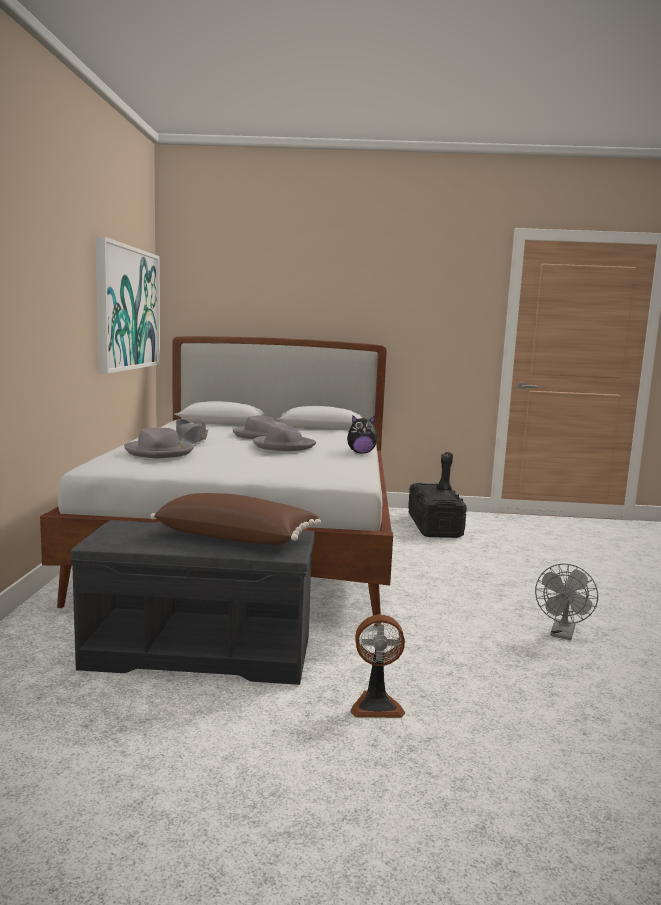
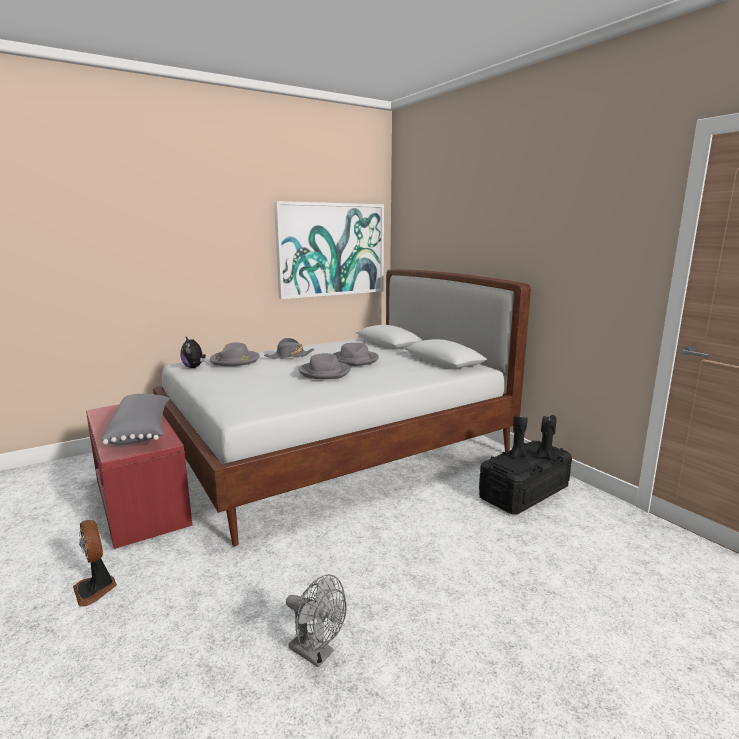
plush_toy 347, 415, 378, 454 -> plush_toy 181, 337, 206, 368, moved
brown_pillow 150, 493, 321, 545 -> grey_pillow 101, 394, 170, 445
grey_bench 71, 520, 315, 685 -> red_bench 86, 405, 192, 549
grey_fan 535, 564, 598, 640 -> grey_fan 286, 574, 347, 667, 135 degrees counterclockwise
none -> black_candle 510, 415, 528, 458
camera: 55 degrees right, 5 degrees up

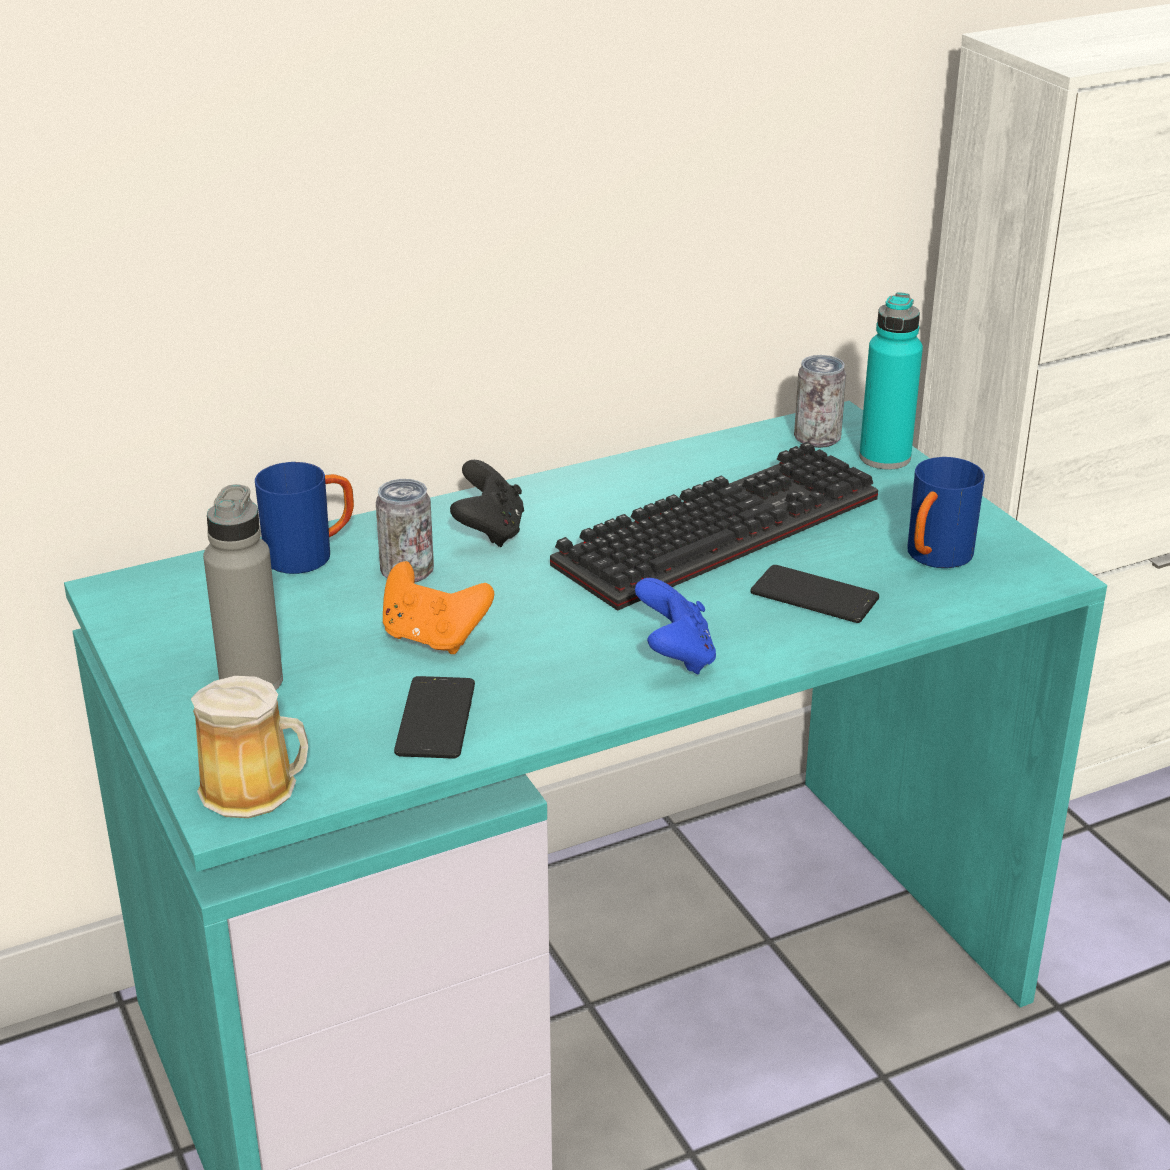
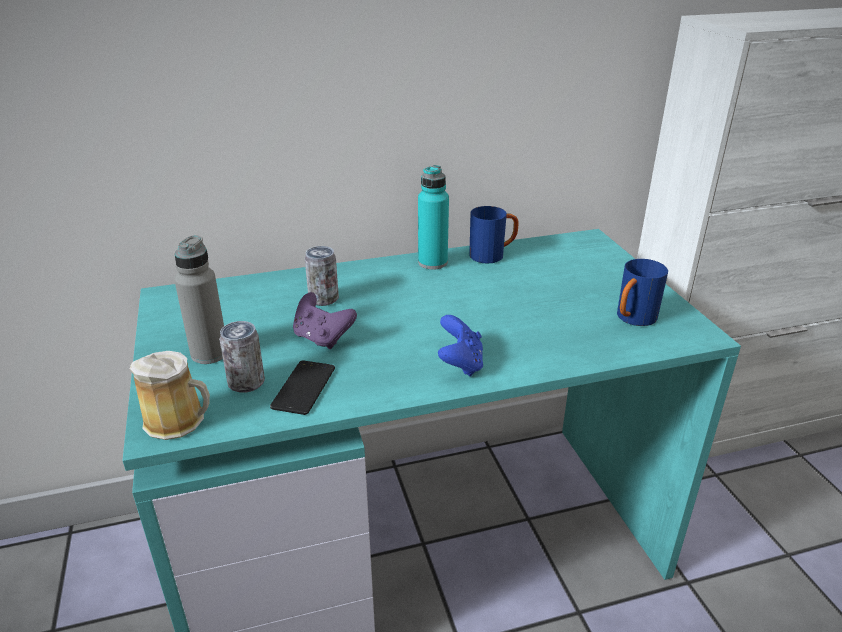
turquoise_bottle 859, 292, 923, 470 -> turquoise_bottle 418, 165, 449, 270, moved
can 794, 355, 846, 448 -> can 219, 321, 265, 393, moved
keyboard 550, 442, 878, 611 -> none
black_game_controller 450, 460, 524, 547 -> none
blue_mug 255, 462, 354, 574 -> blue_mug 469, 206, 519, 264, moved
orange_game_controller 383, 561, 494, 654 -> purple_game_controller 293, 292, 357, 349
phone 751, 565, 879, 623 -> none
camera: 10 degrees right, 0 degrees up

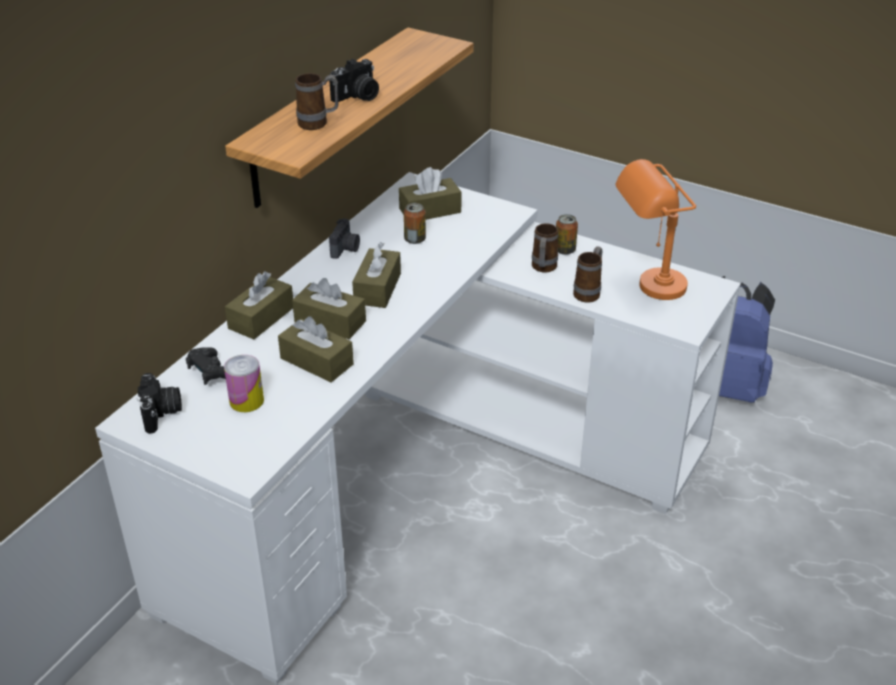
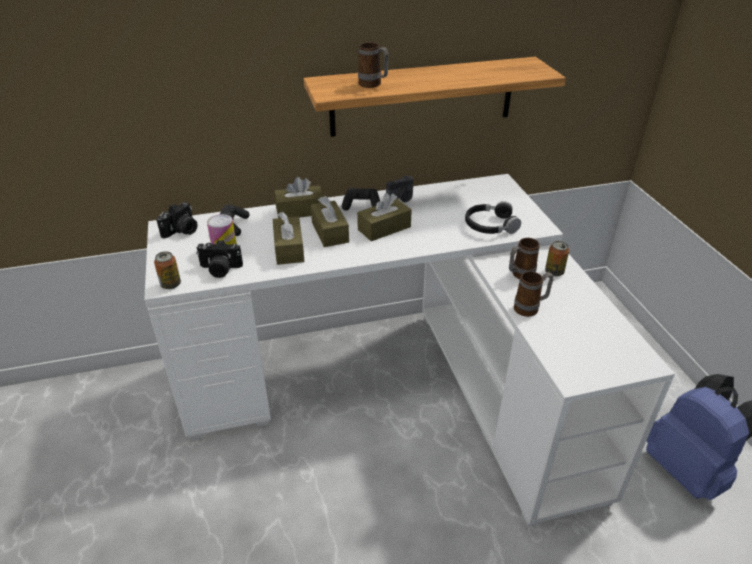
photo_camera 329, 59, 379, 102 -> photo_camera 196, 240, 243, 278, moved
orange_table_lamp 615, 159, 696, 300 -> none
brown_tissue_box 399, 167, 461, 220 -> none
can 404, 203, 426, 244 -> can 154, 251, 181, 289, moved
none -> black_game_controller 342, 188, 380, 211
none -> black_headphones 465, 201, 521, 234
camera: 45 degrees right, 0 degrees up

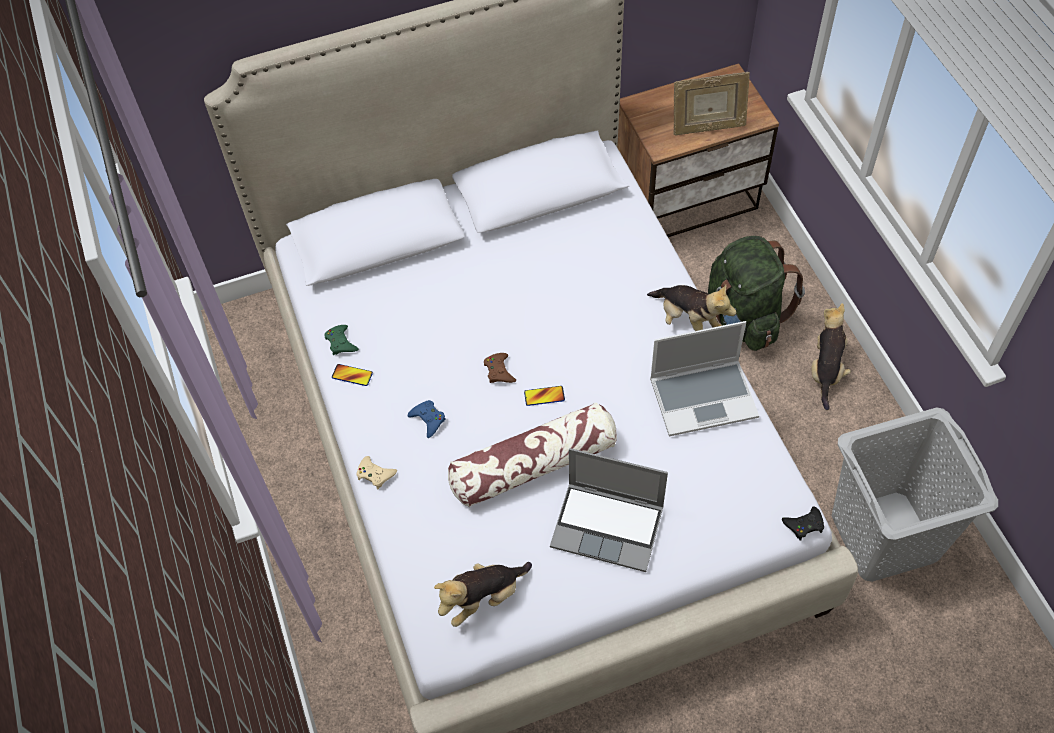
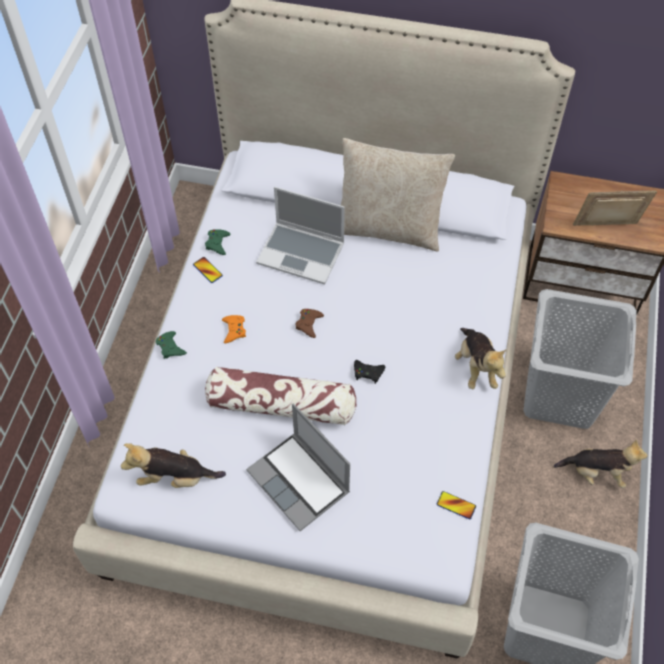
picture_frame 673, 72, 750, 135 -> picture_frame 573, 190, 657, 226, 150 degrees clockwise
green_backpack 708, 236, 805, 351 -> grey_laundry_basket 523, 289, 637, 429
plush_toy 811, 303, 851, 410 -> plush_toy 554, 439, 648, 488, 60 degrees clockwise
laptop 650, 321, 759, 436 -> laptop 256, 187, 345, 285, moved
phone 524, 386, 565, 406 -> phone 437, 491, 476, 519, moved
blue_game_controller 407, 400, 446, 438 -> orange_game_controller 222, 315, 246, 343
beige_game_controller 357, 456, 397, 489 -> green_game_controller 156, 331, 187, 359
black_game_controller 782, 507, 824, 541 -> black_game_controller 354, 360, 386, 384, moved
none -> beige_pillow 341, 138, 455, 251
camera: 30 degrees right, 0 degrees up

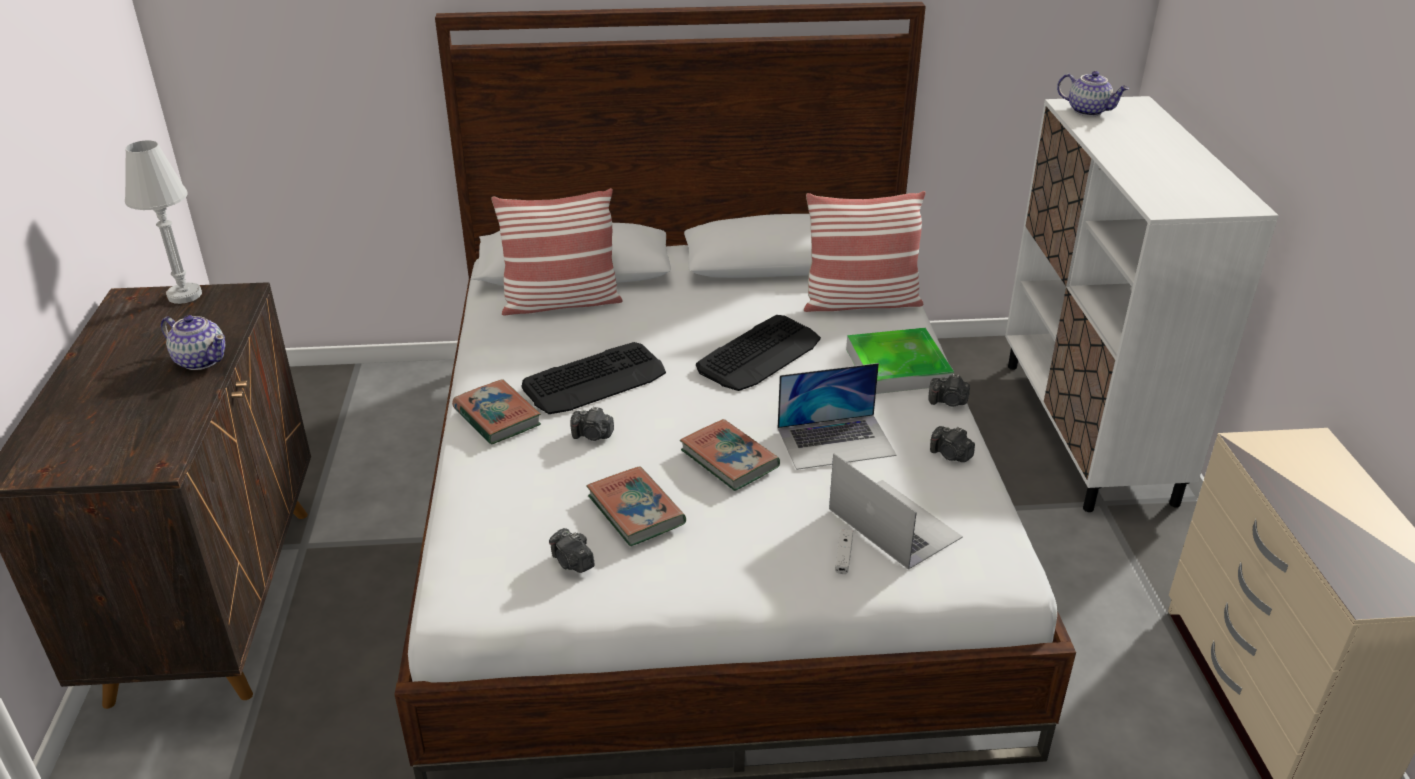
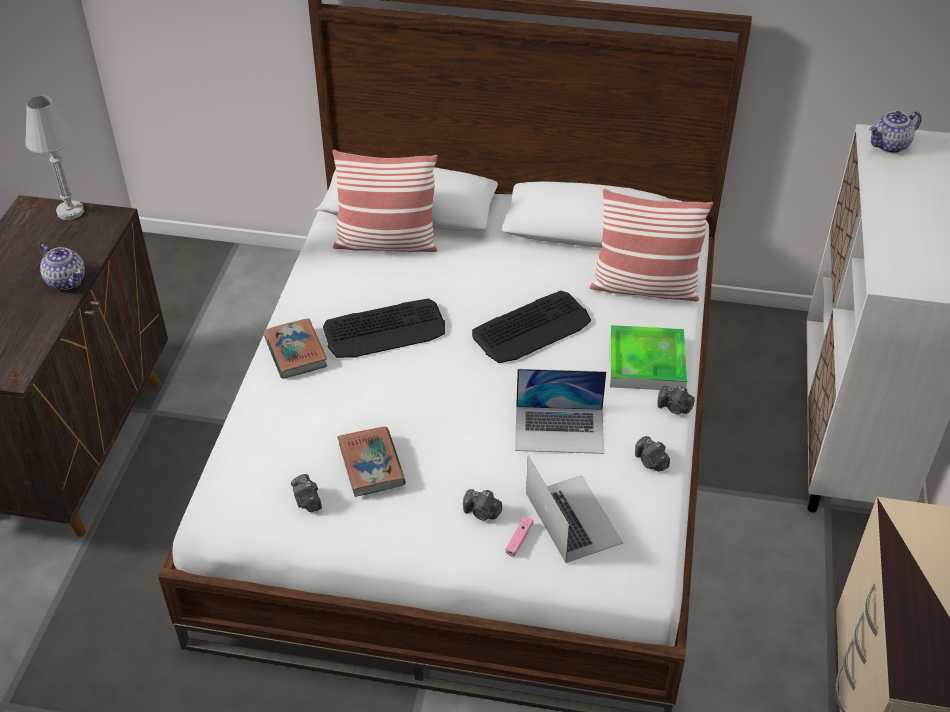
teapot 1057, 71, 1129, 116 -> teapot 869, 111, 921, 153, 105 degrees clockwise
photo_camera 570, 407, 614, 441 -> photo_camera 463, 489, 502, 521, moved
book 680, 419, 780, 491 -> none
white_game_controller 835, 529, 853, 574 -> pink_game_controller 505, 517, 533, 557
camera: 15 degrees right, 10 degrees up

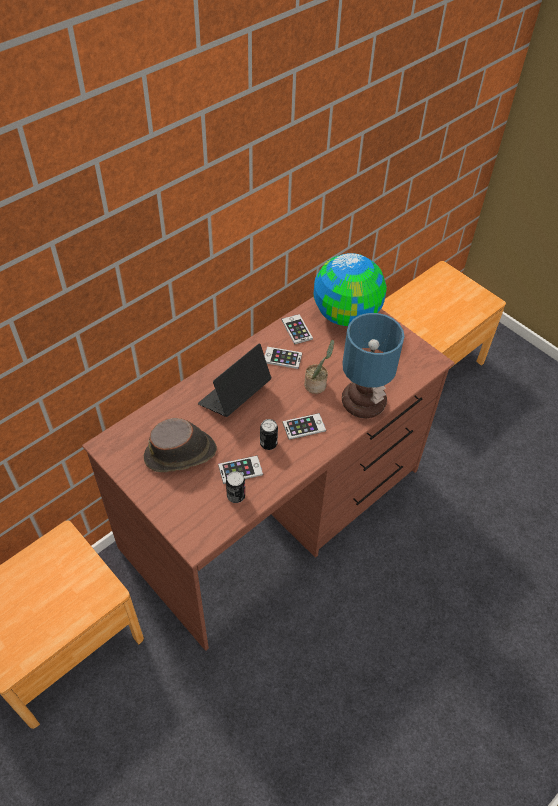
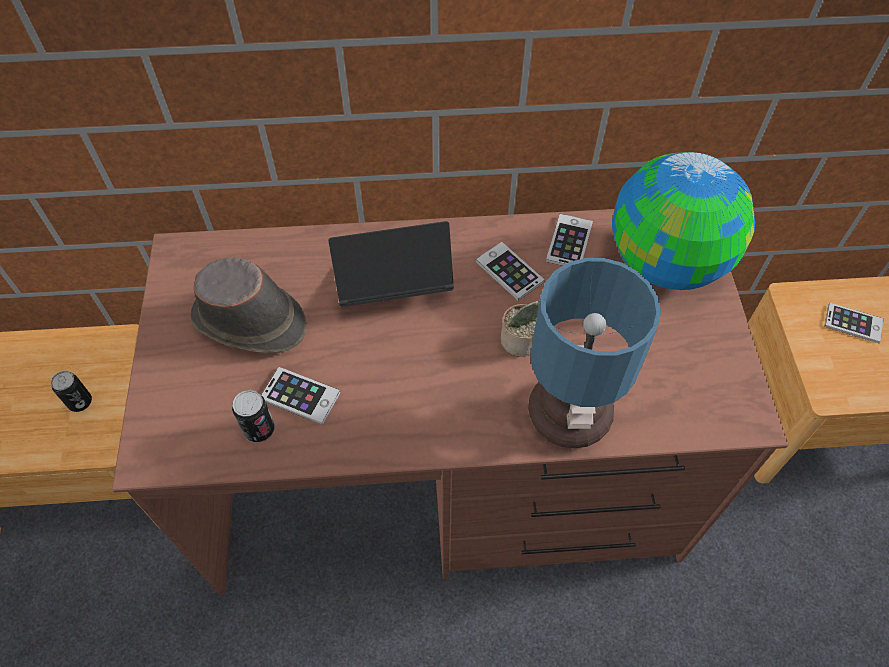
phone 282, 413, 326, 440 -> phone 824, 303, 884, 343, moved
can 260, 419, 278, 450 -> can 51, 371, 92, 412, moved
camera: 40 degrees right, 5 degrees up

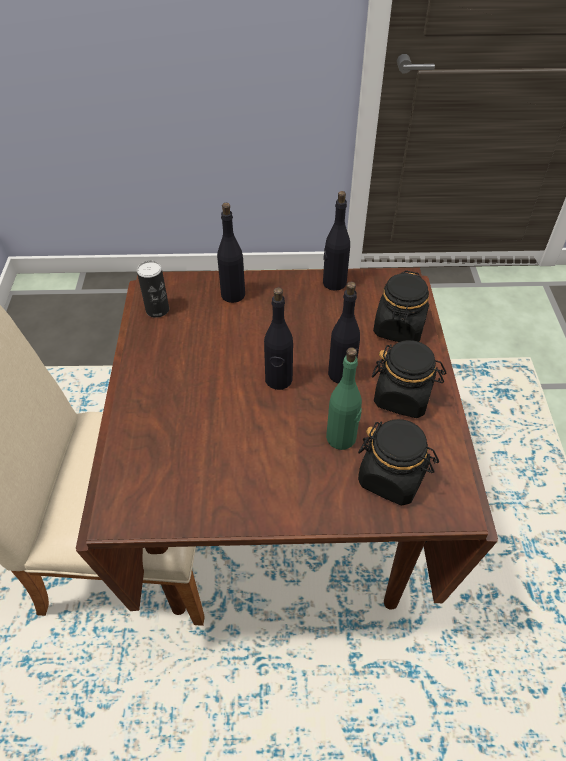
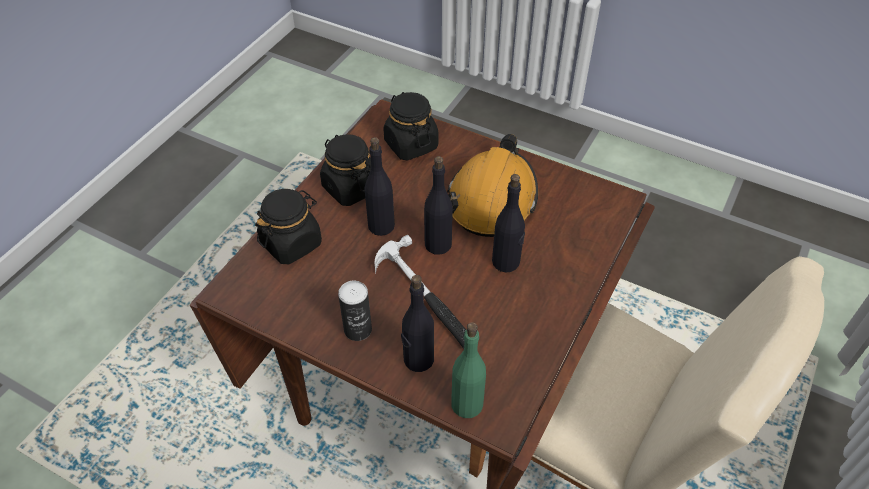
black_bottle 323, 191, 350, 291 -> black_bottle 492, 174, 525, 273, moved
can 137, 261, 169, 318 -> can 338, 280, 372, 341, moved
green_bottle 326, 347, 362, 450 -> green_bottle 451, 322, 486, 418, moved
none -> orange_hard_hat 447, 134, 538, 237
none -> hammer 375, 235, 466, 349
camera: 150 degrees left, 0 degrees up

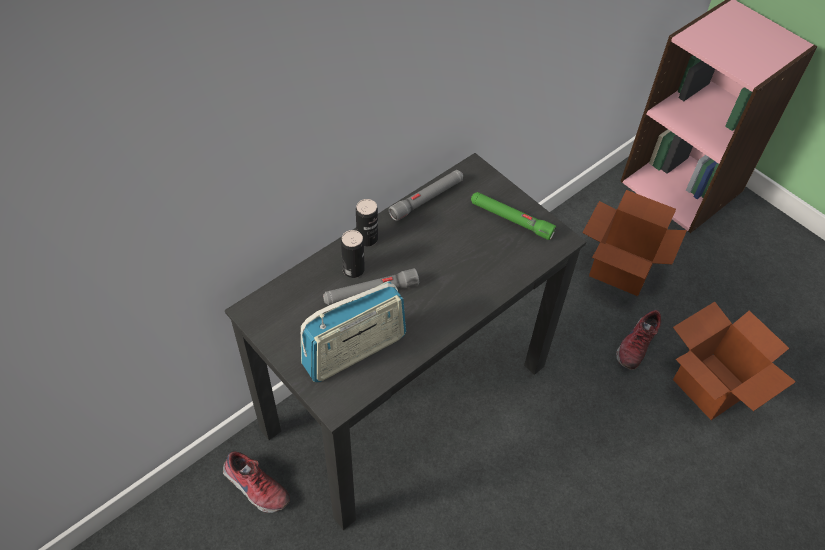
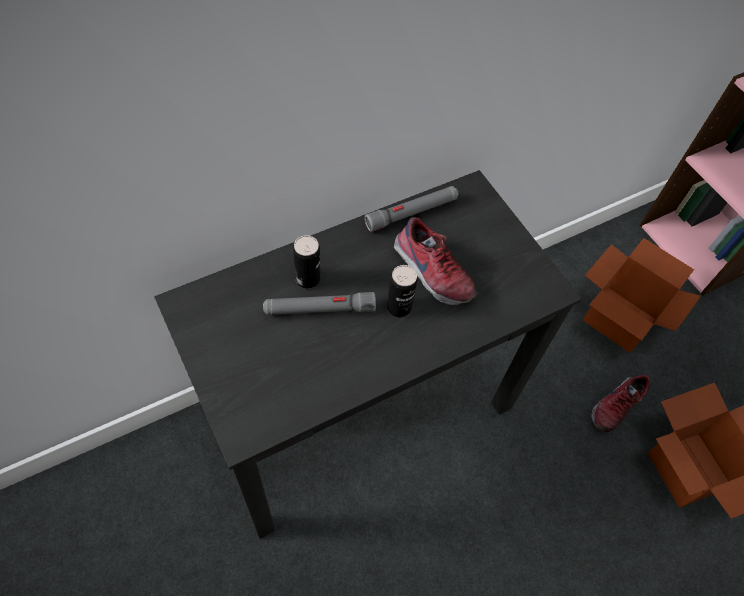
green_flashlight 471, 192, 556, 240 -> none
can 356, 199, 378, 246 -> can 387, 265, 418, 317, moved
radio 301, 281, 406, 382 -> none
shoe 223, 451, 290, 513 -> shoe 394, 217, 478, 305, moved
camera: 10 degrees right, 5 degrees up

